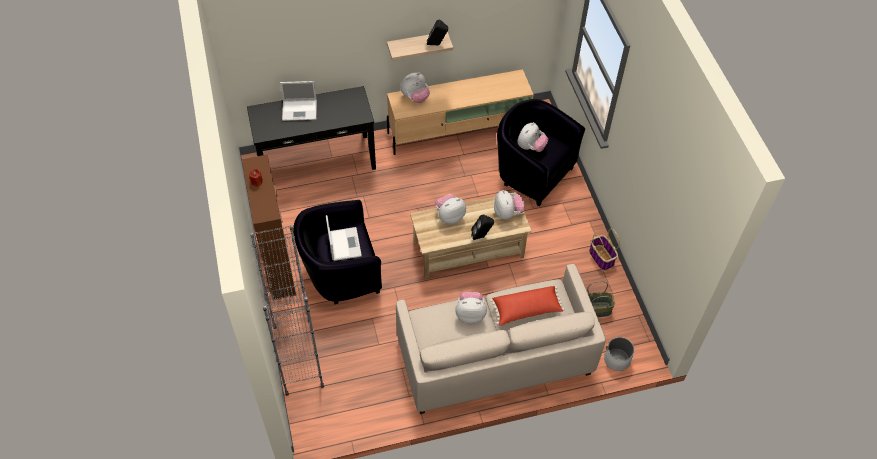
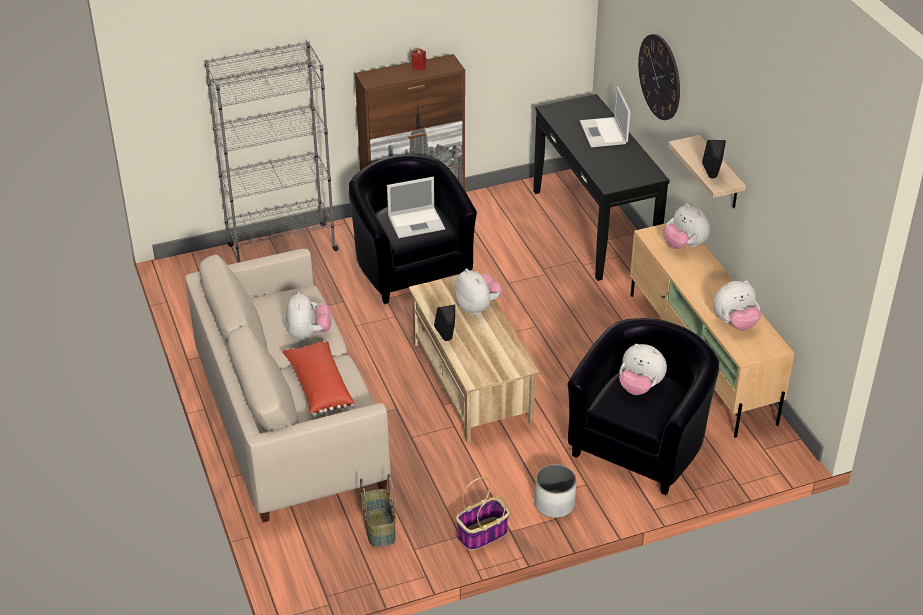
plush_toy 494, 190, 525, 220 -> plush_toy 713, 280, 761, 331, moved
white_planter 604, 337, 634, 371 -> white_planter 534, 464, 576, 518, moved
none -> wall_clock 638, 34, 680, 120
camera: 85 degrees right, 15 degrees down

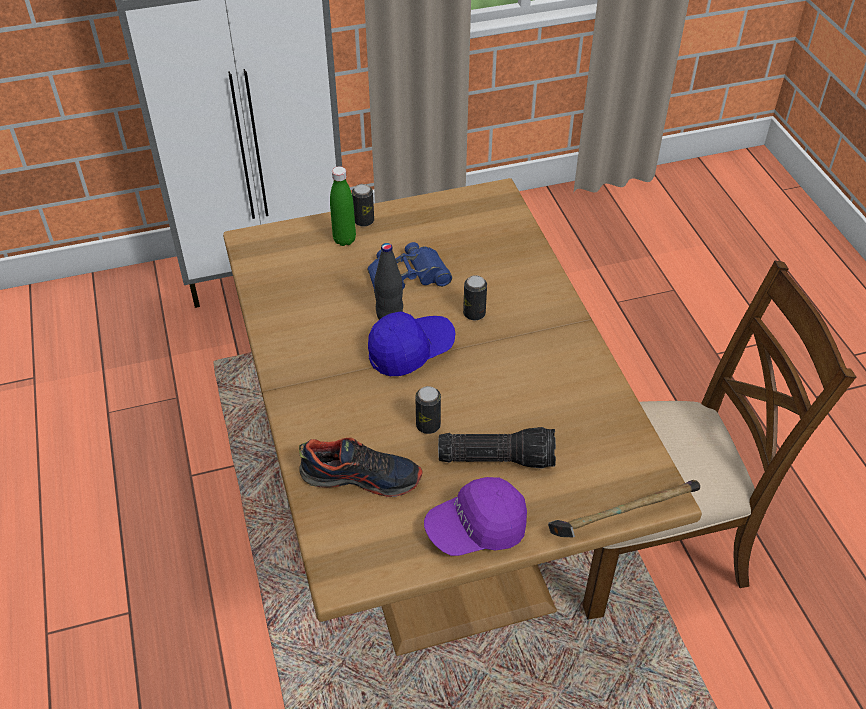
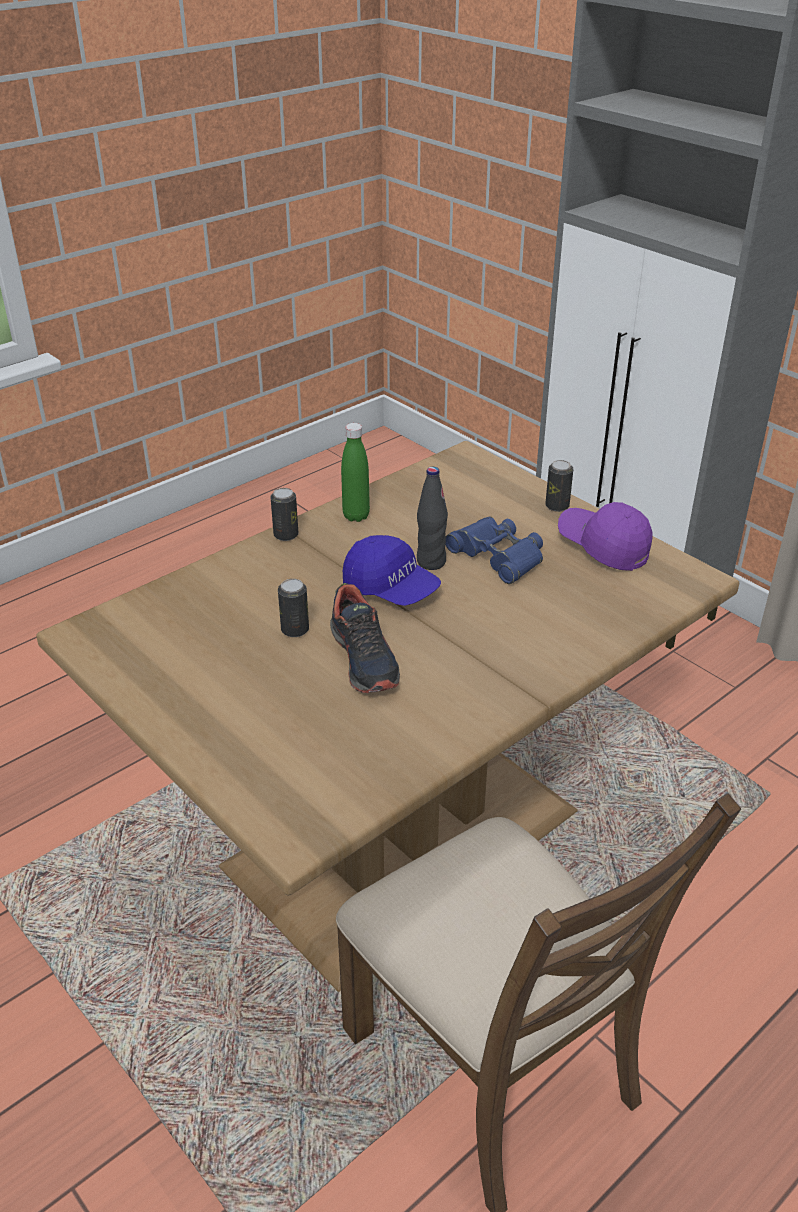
green_bottle 330, 166, 356, 246 -> green_bottle 341, 423, 370, 522, moved
can 463, 275, 487, 320 -> can 270, 488, 298, 541, moved
flashlight 438, 427, 556, 469 -> none
shoe 299, 437, 423, 497 -> shoe 330, 583, 400, 693, moved
purple_cap 424, 477, 527, 556 -> purple_cap 558, 502, 652, 571, moved
hammer 548, 480, 700, 537 -> none
camera: 65 degrees right, 10 degrees down

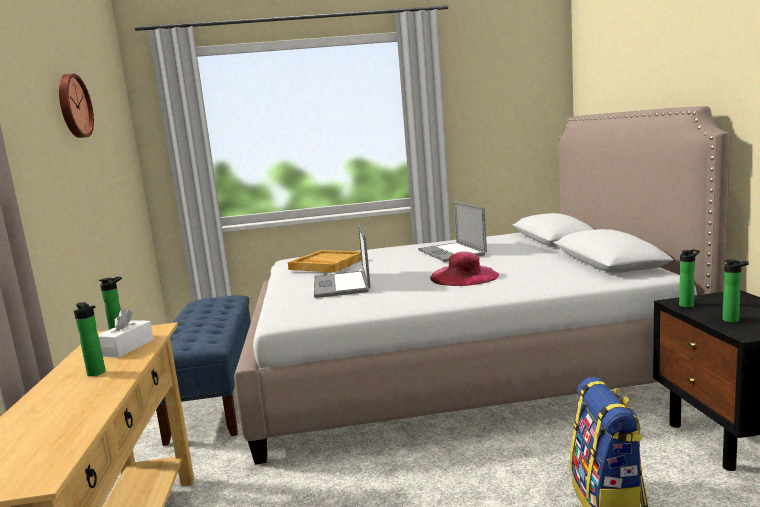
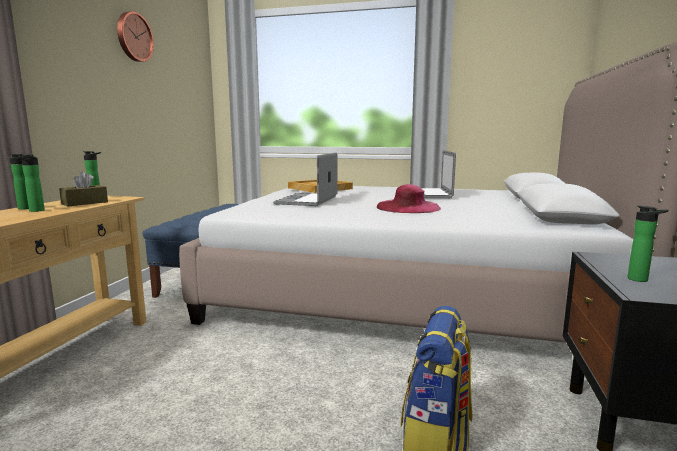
bottle 679, 249, 700, 308 -> bottle 10, 154, 29, 210, moved
white_tissue_box 98, 309, 154, 358 -> brown_tissue_box 59, 172, 108, 206
camera: 20 degrees right, 0 degrees up

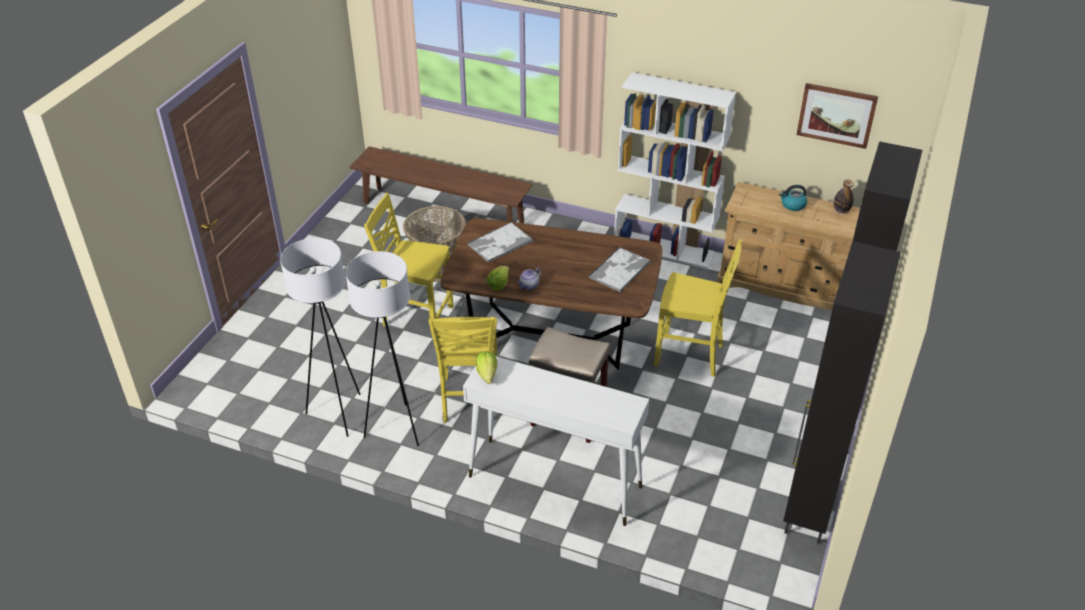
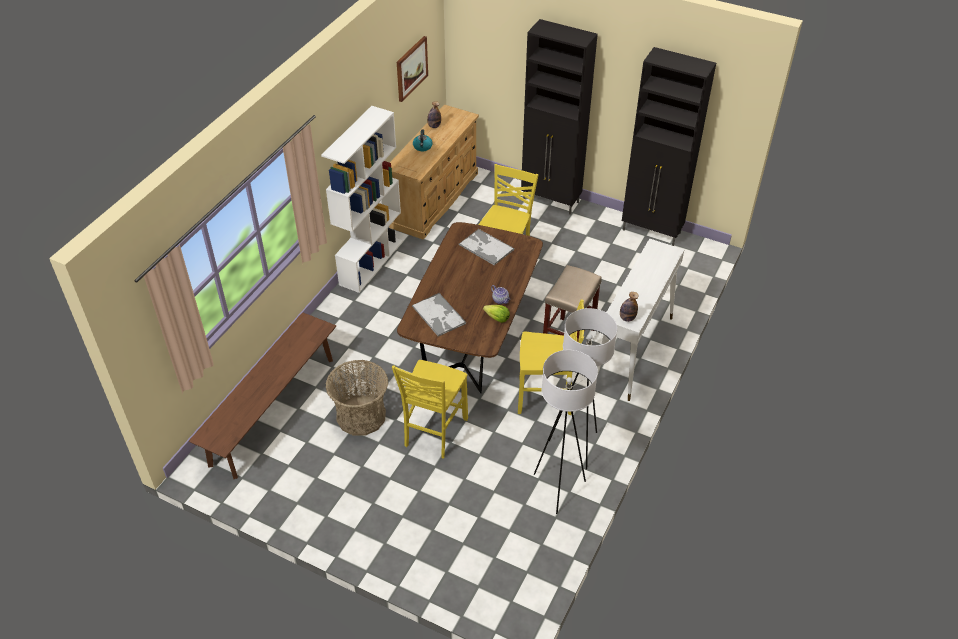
lettuce 476, 351, 497, 384 -> bottle 620, 292, 638, 322
camera: 85 degrees left, 5 degrees up

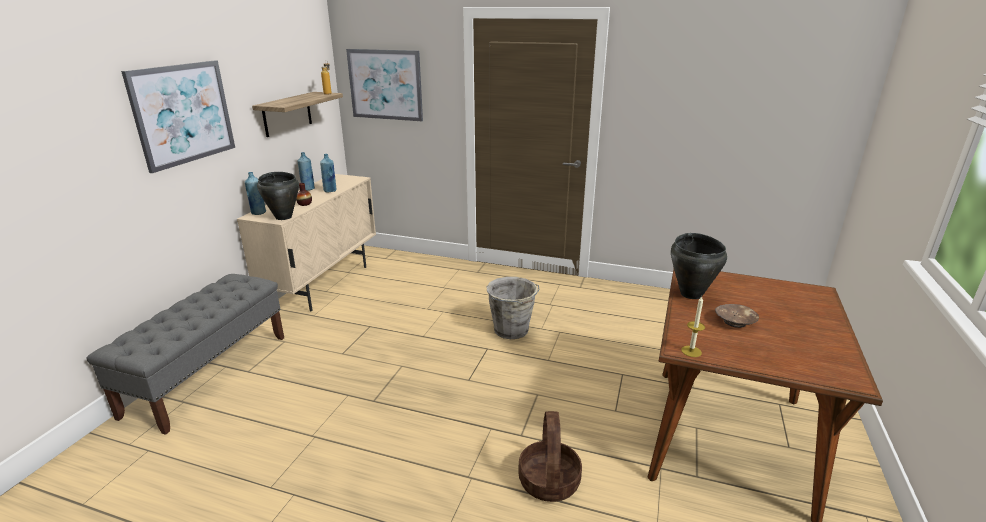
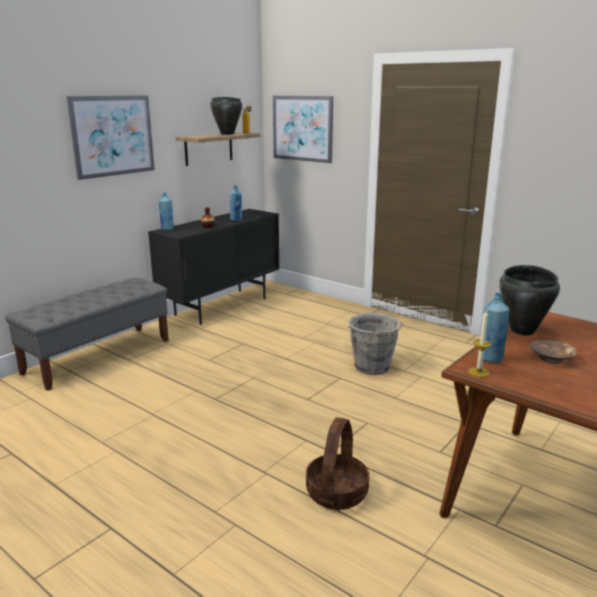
blue_bottle 297, 152, 315, 191 -> blue_bottle 483, 293, 509, 363, moved
black_cooking_pot 257, 172, 299, 220 -> black_cooking_pot 210, 97, 242, 135, moved
beige_cabinet 237, 174, 376, 311 -> black_cabinet 148, 209, 279, 325
camera: 20 degrees right, 5 degrees down

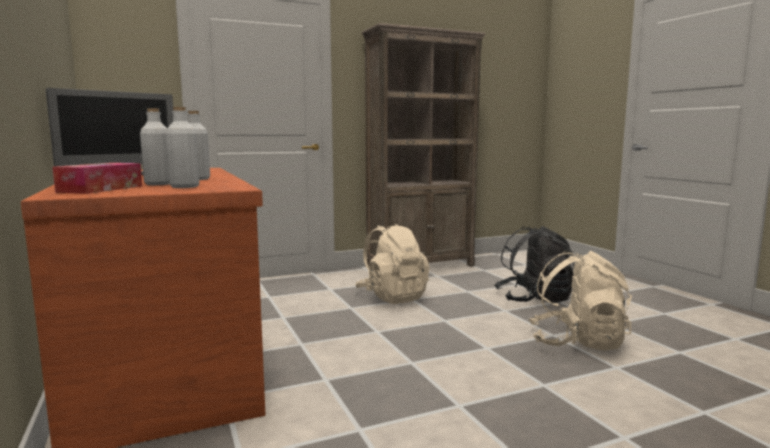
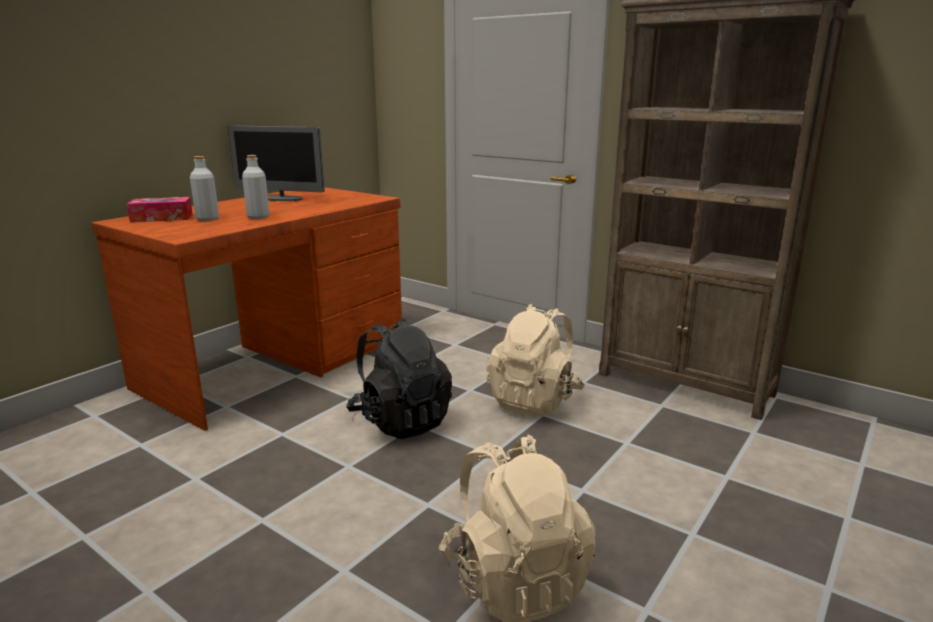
grey_bottle 166, 107, 199, 188 -> none
black_backpack 495, 226, 575, 303 -> black_backpack 346, 318, 452, 439, moved
camera: 60 degrees right, 10 degrees up

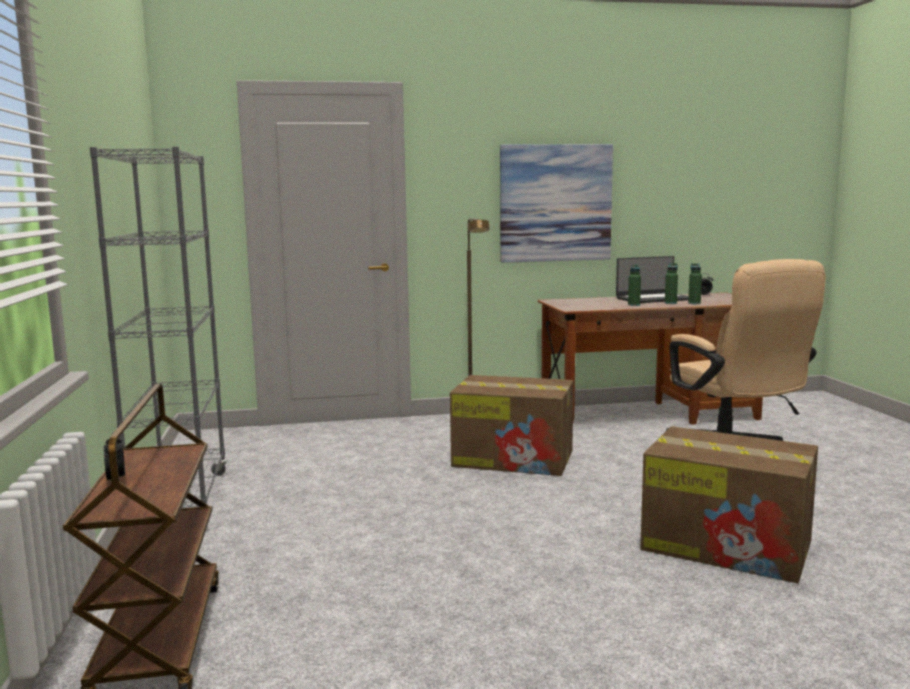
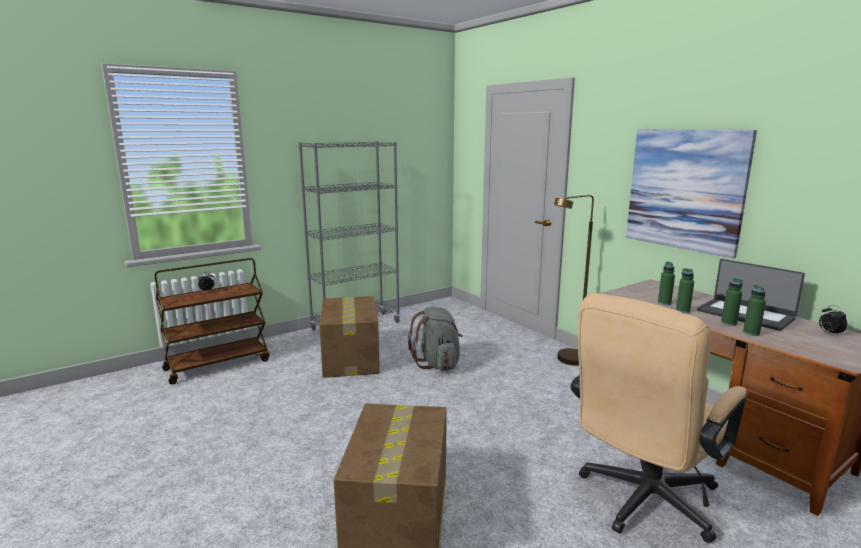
cardboard_box 450, 375, 573, 476 -> cardboard_box 319, 296, 380, 378, moved
none -> green_bottle 658, 262, 675, 305
none -> grey_backpack 408, 307, 463, 371
camera: 65 degrees right, 5 degrees up

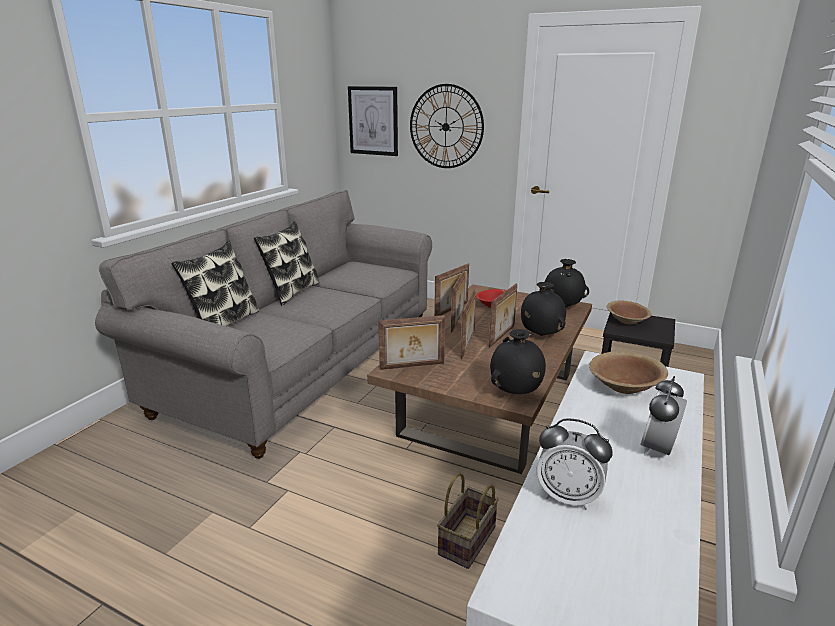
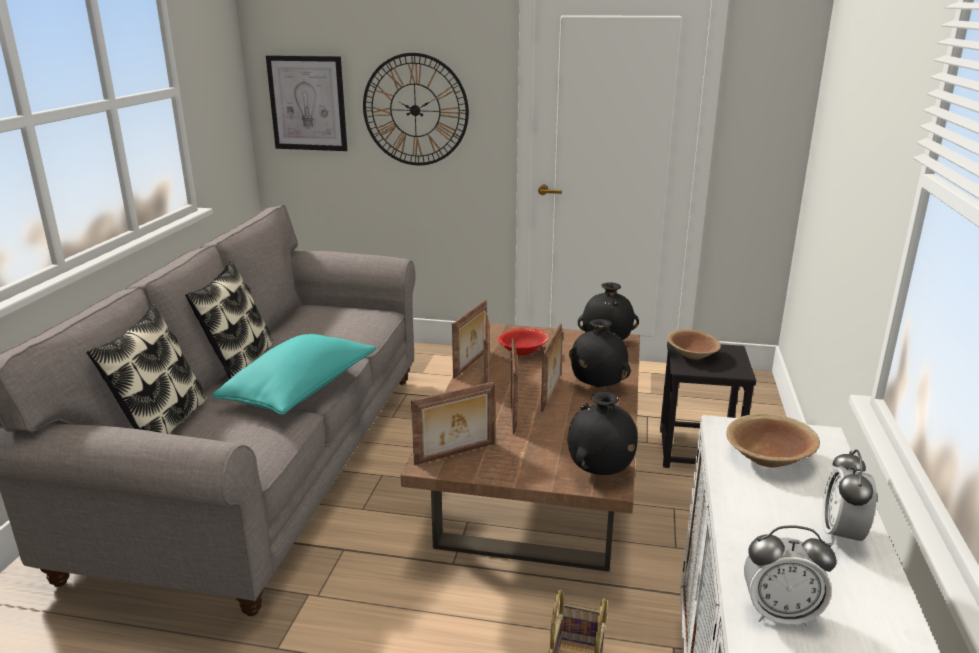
none -> turquoise_pillow 213, 334, 376, 415
camera: 15 degrees left, 0 degrees up

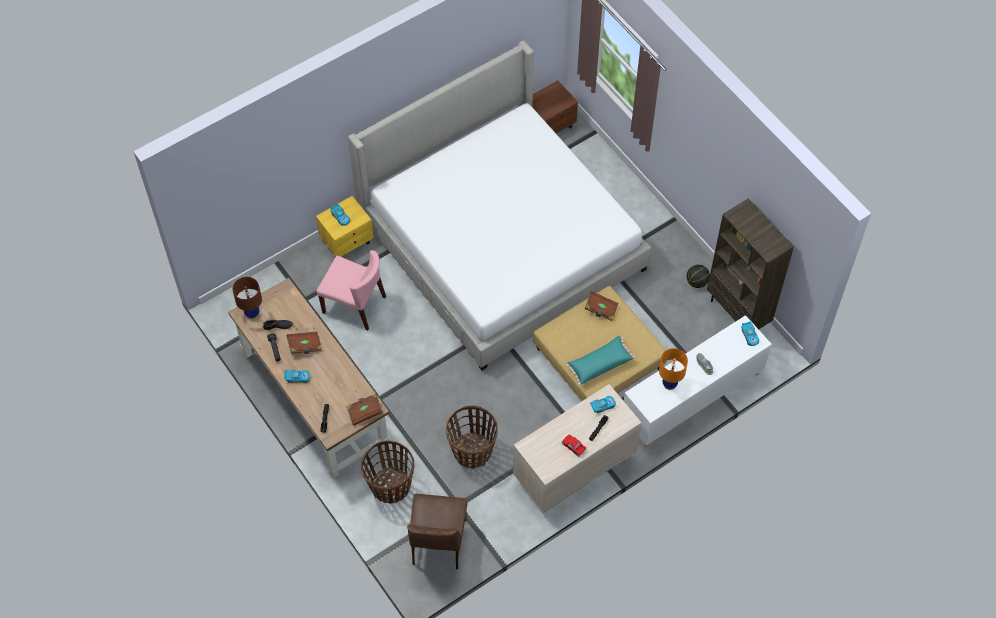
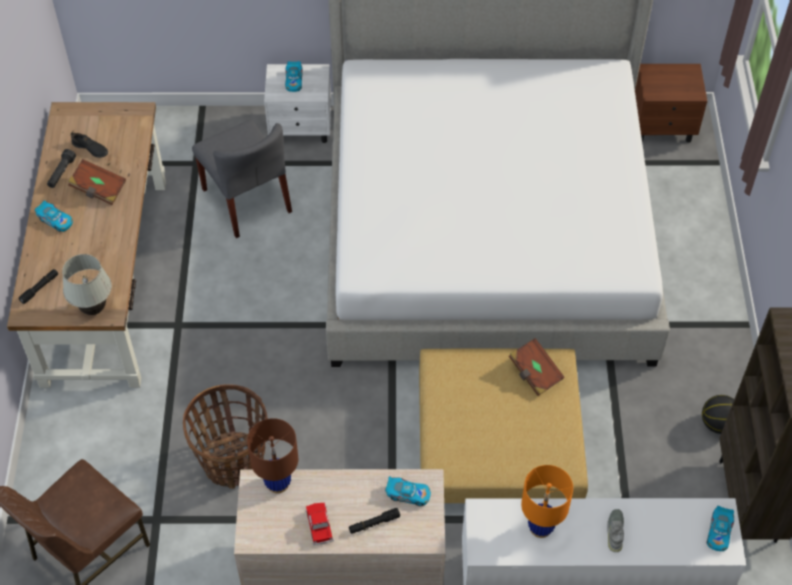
yellow_nightstand 316, 196, 374, 257 -> white_nightstand 264, 64, 331, 143
pink_chair 316, 250, 386, 330 -> grey_chair 192, 120, 292, 238
brown_table_lamp 232, 277, 262, 319 -> brown_table_lamp 247, 418, 298, 493, moved
turquoise_pillow 566, 336, 635, 385 -> none
brown_book 346, 393, 382, 426 -> white_table_lamp 62, 254, 112, 315
basket 361, 441, 414, 504 -> none
camera: 35 degrees right, 5 degrees down

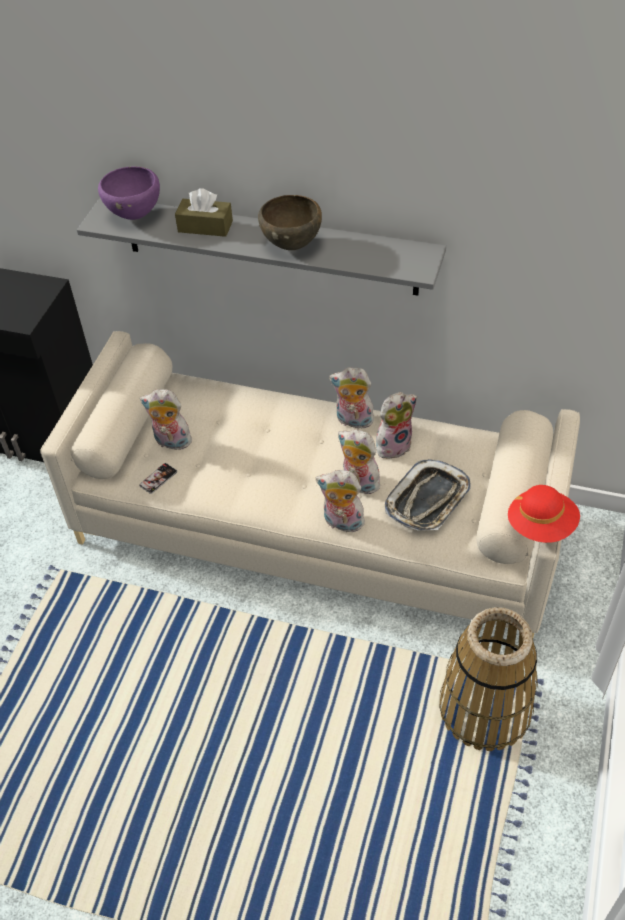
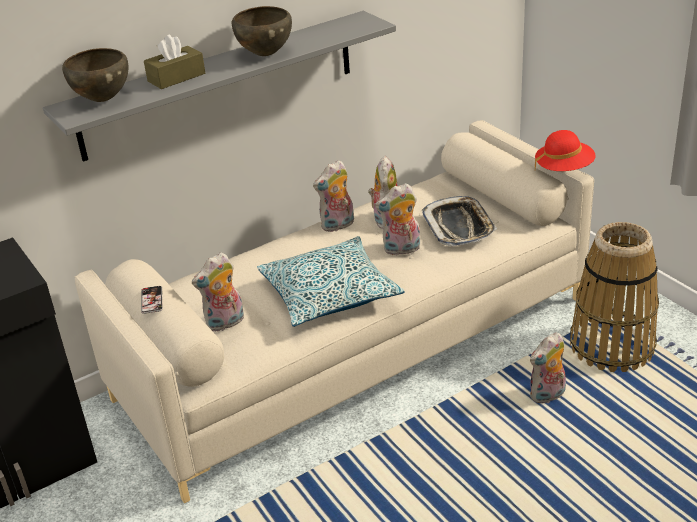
purple_bowl 98, 166, 160, 220 -> brown_bowl 62, 48, 129, 102
phone 139, 463, 177, 494 -> phone 141, 286, 163, 314, moved
plush_toy 316, 470, 365, 532 -> plush_toy 530, 332, 566, 403, moved
none -> pillow 257, 236, 404, 327
camera: 50 degrees left, 15 degrees down

